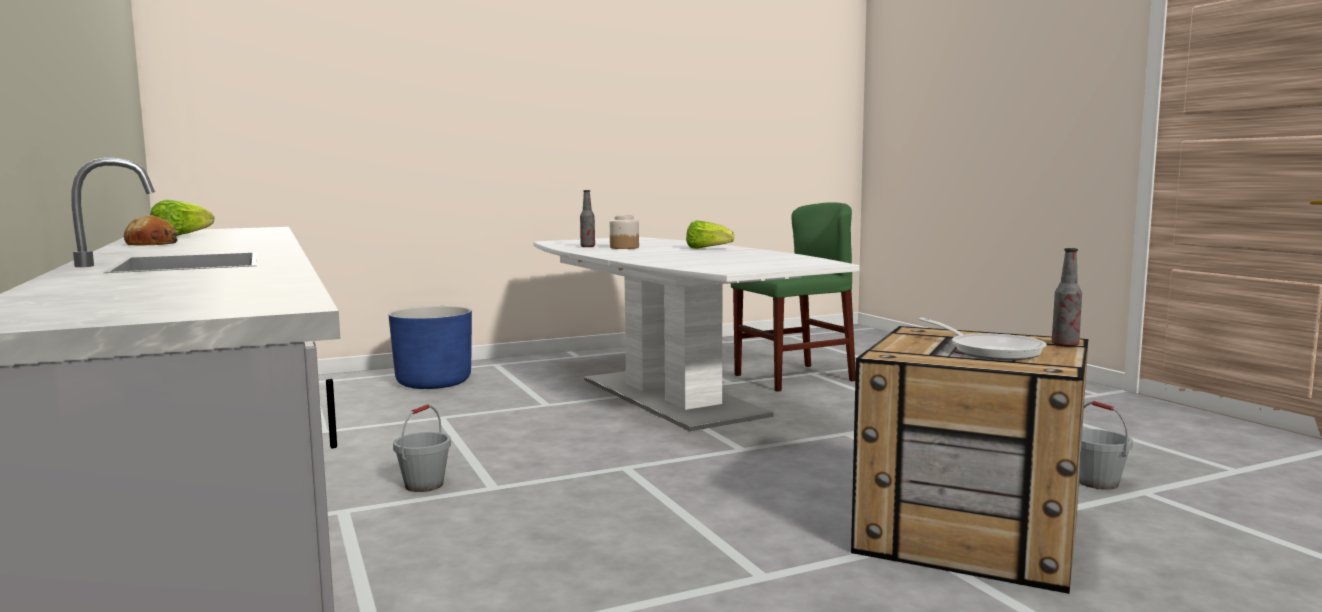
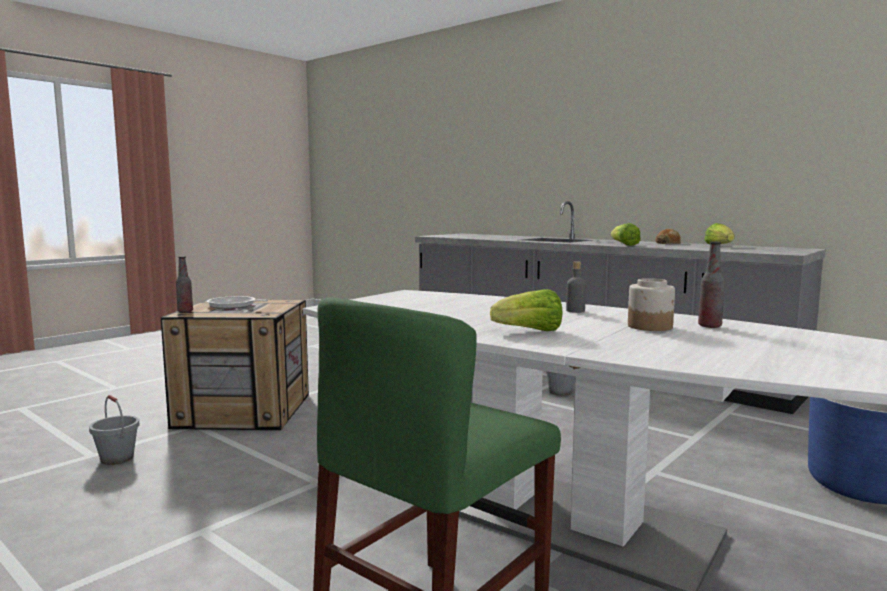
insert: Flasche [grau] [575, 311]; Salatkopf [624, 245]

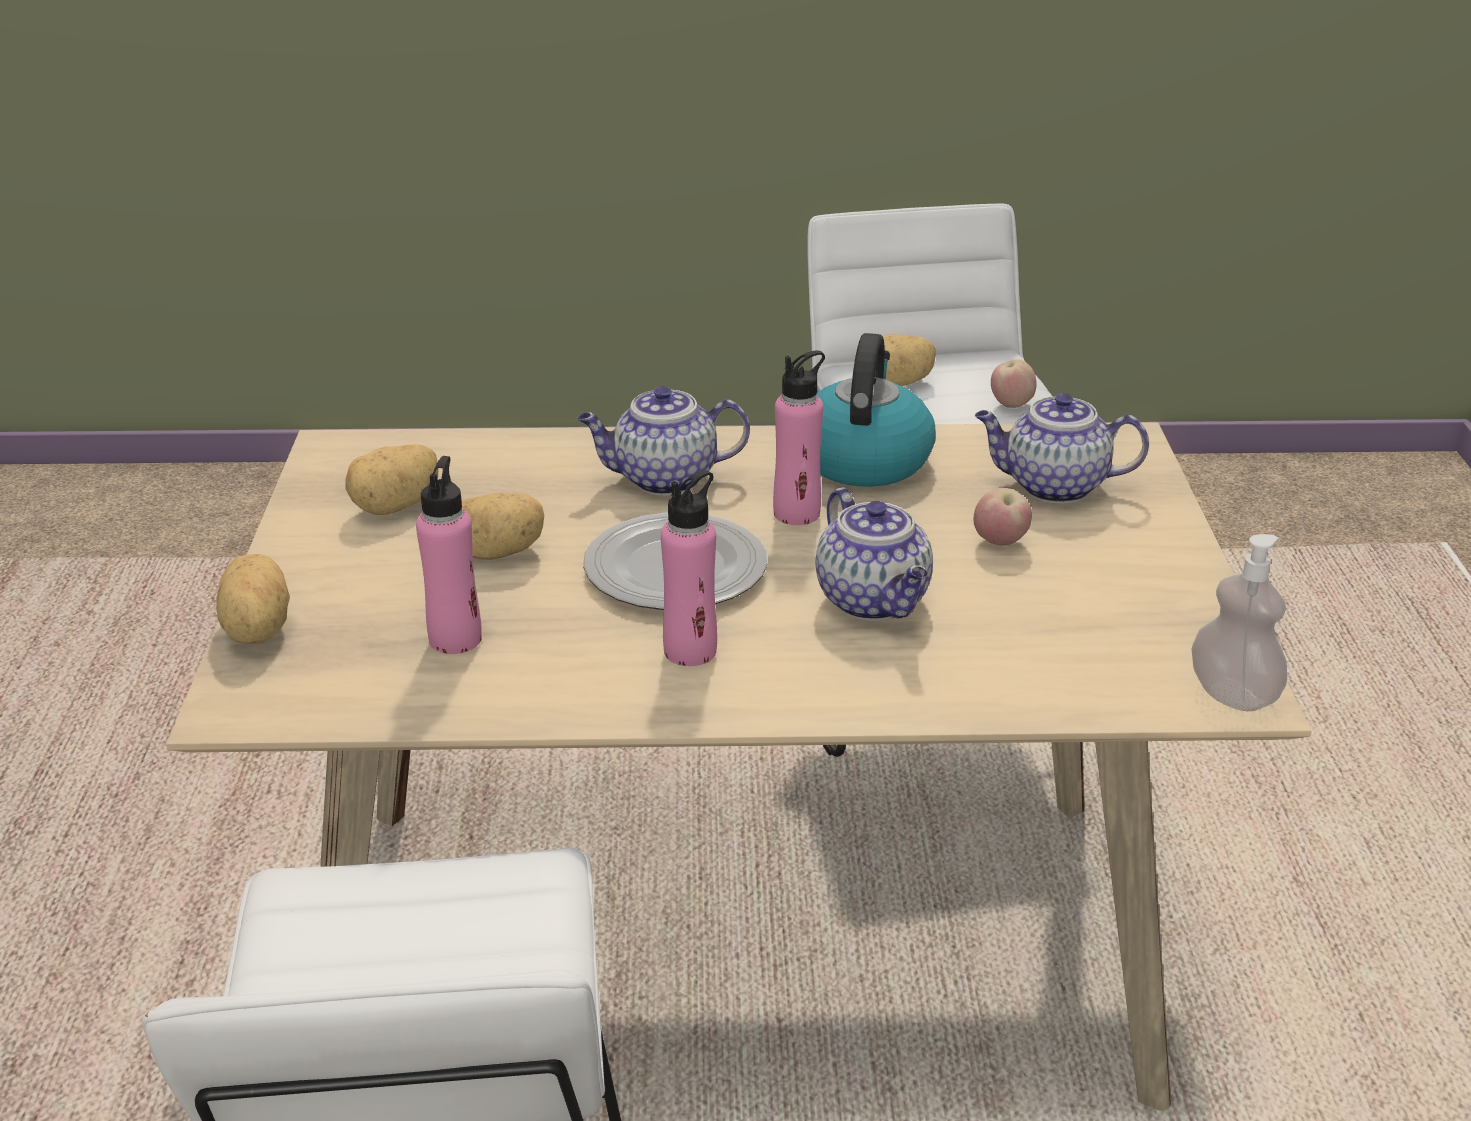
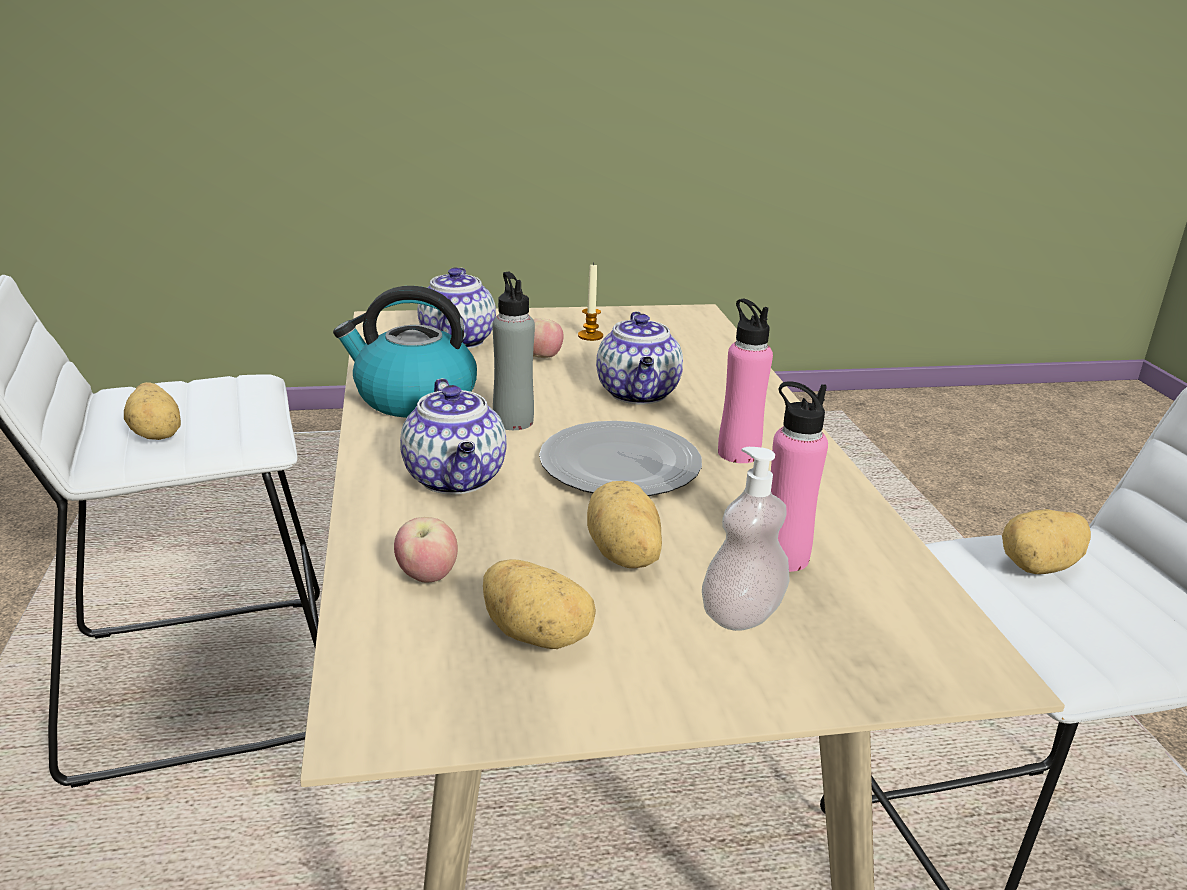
insert: Kerze [590, 336]
move: Apfel [1011, 404] to [427, 577]; Seifenspender [1233, 695] to [742, 614]; Kartoffel [254, 630] to [1040, 567]
recolor: Flasche [rosa] [797, 513] to Flasche [grau] [513, 421]
rotate: Teekanne [875, 602] = [639, 394] 120 degrees clockwise

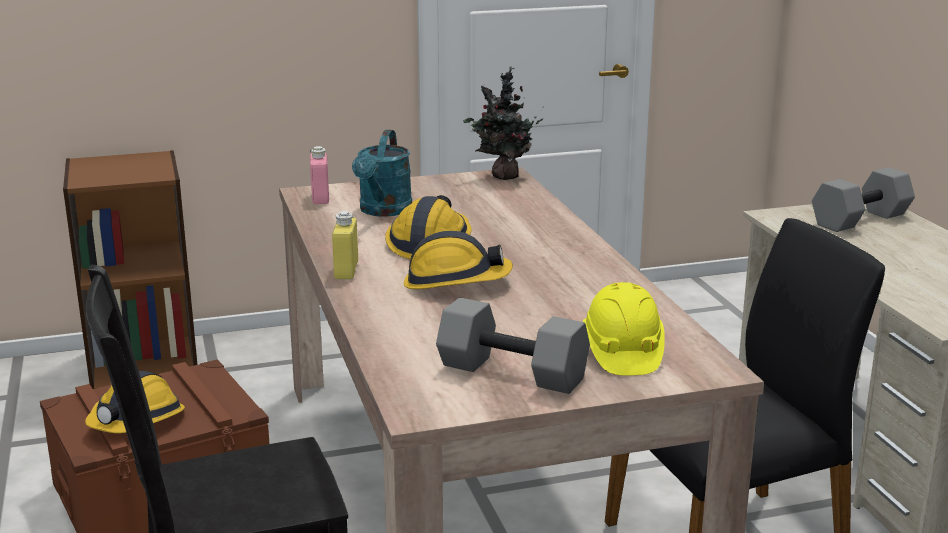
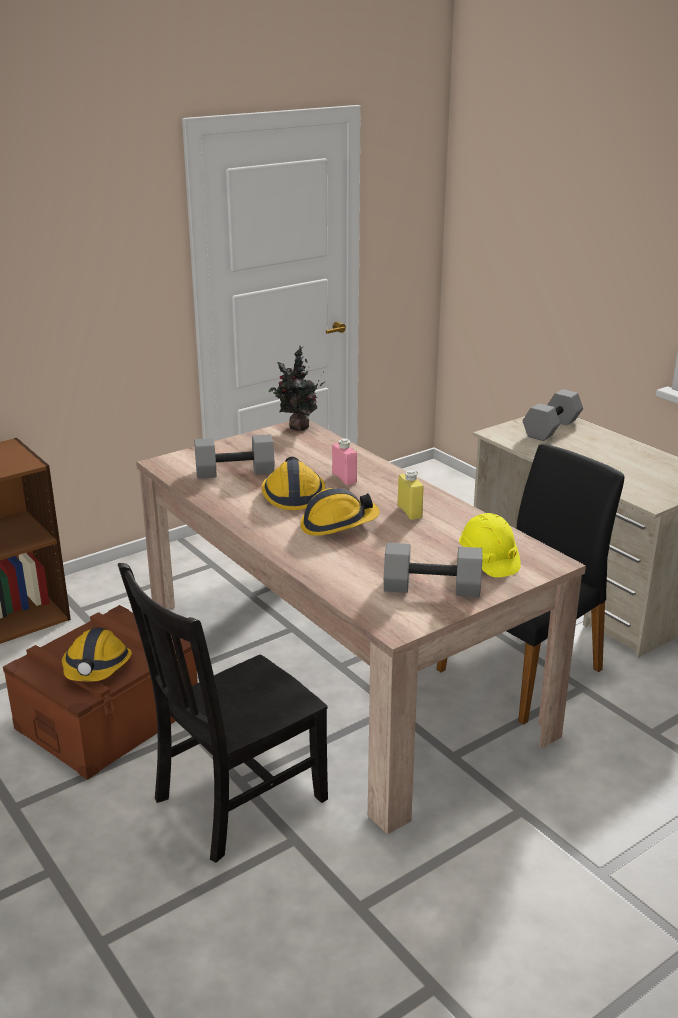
move: Flasche [rosa] [320, 198] to [344, 478]; Flasche [gelb] [346, 271] to [409, 512]
replace: Gießkanne [türkis] [383, 211] to Hantel [grau] [235, 471]

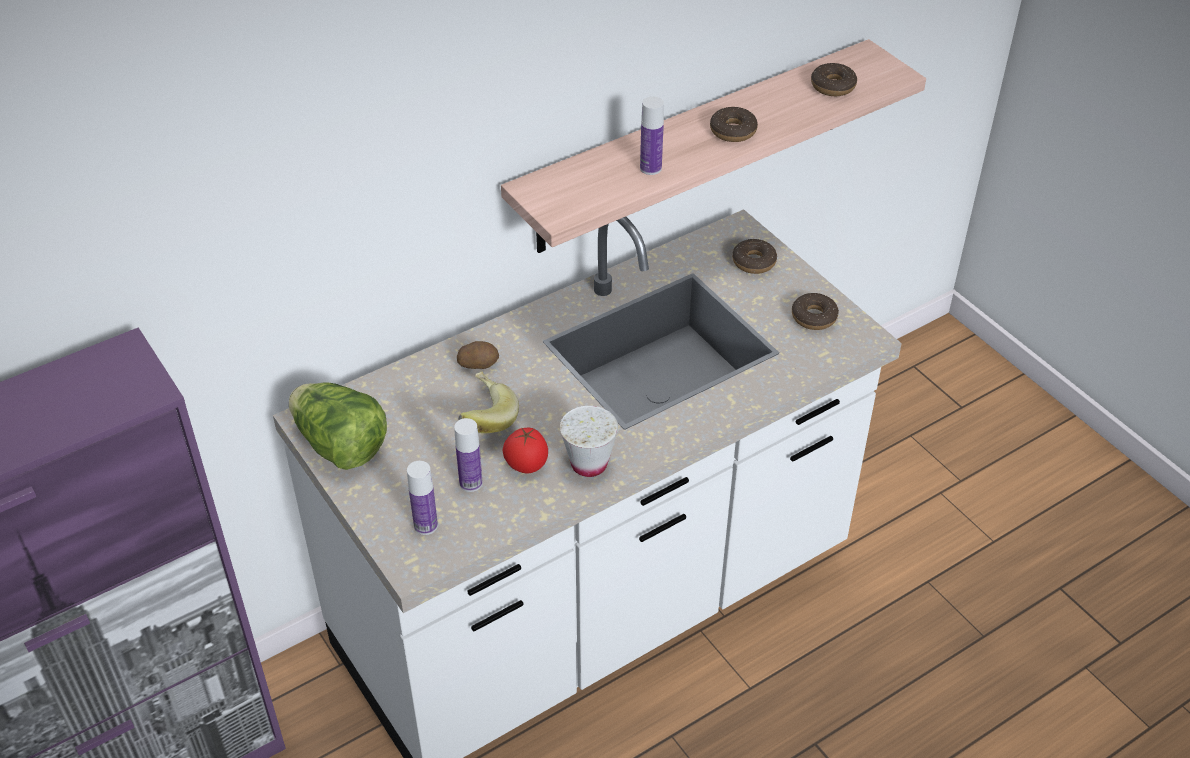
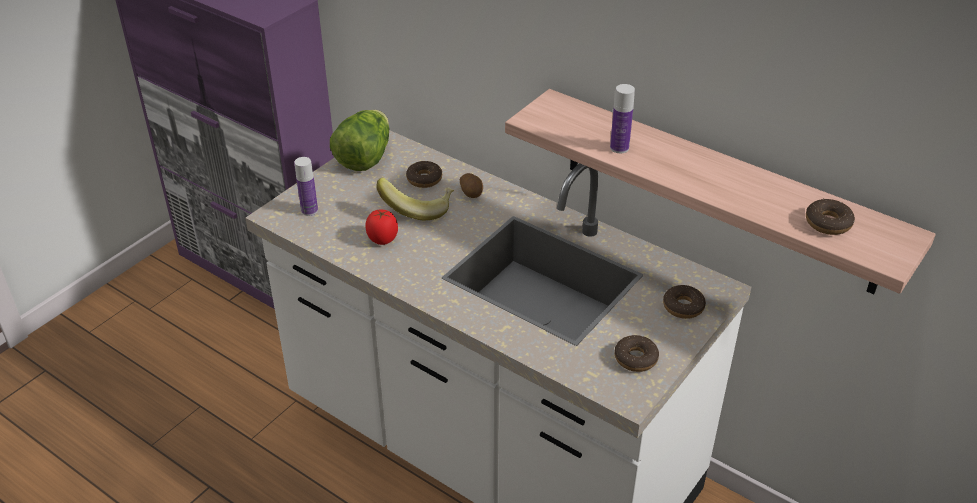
delete: Flasche [471, 483]; Tasse [weiß] [589, 464]
move: Donut [733, 131] to [424, 179]

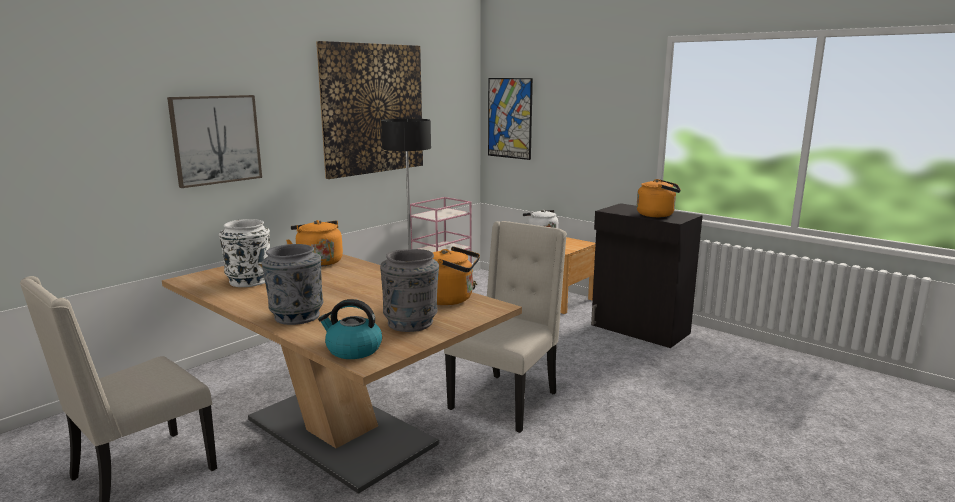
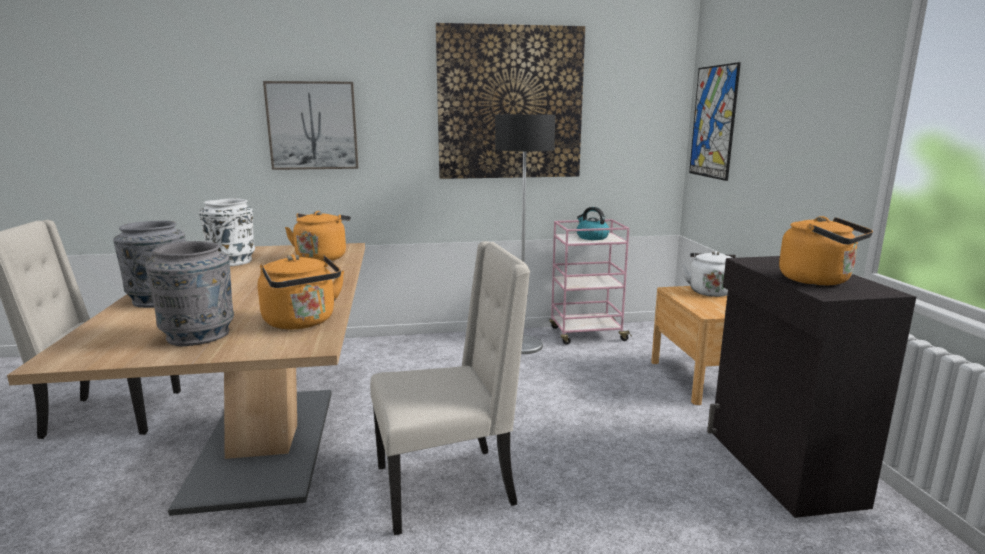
move: Wasserkessel [353, 350] to [591, 237]

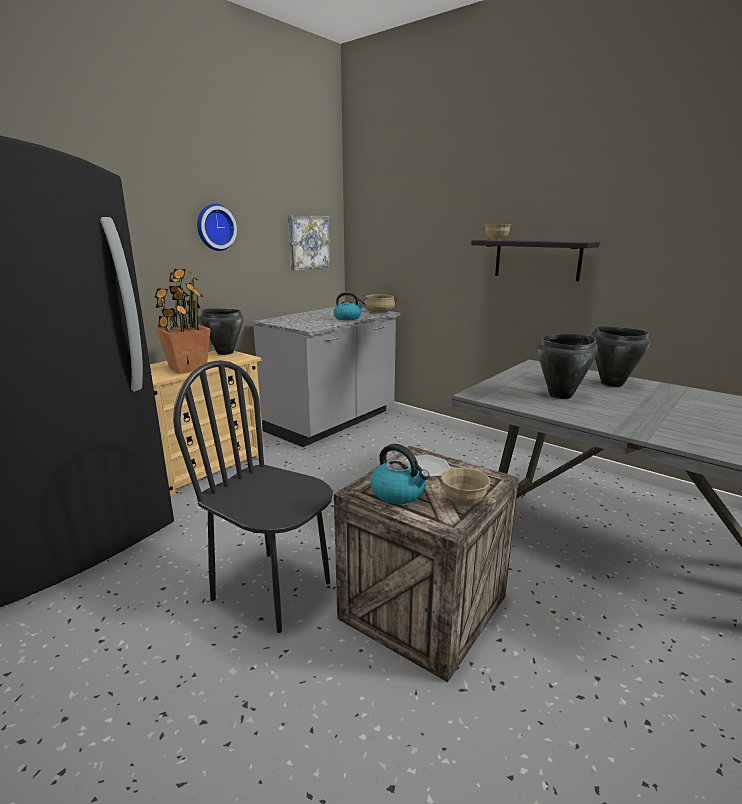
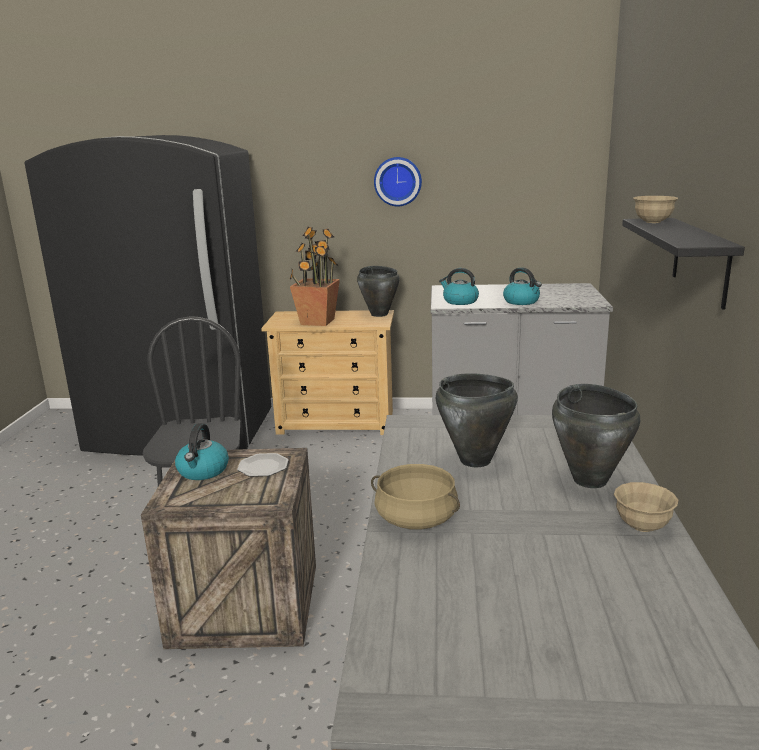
delete: Bild [308, 242]
insert: Wasserkessel [459, 301]
move: Kochtopf [beige] [379, 312] to [415, 519]; Schüssel [beige] [463, 502] to [642, 526]

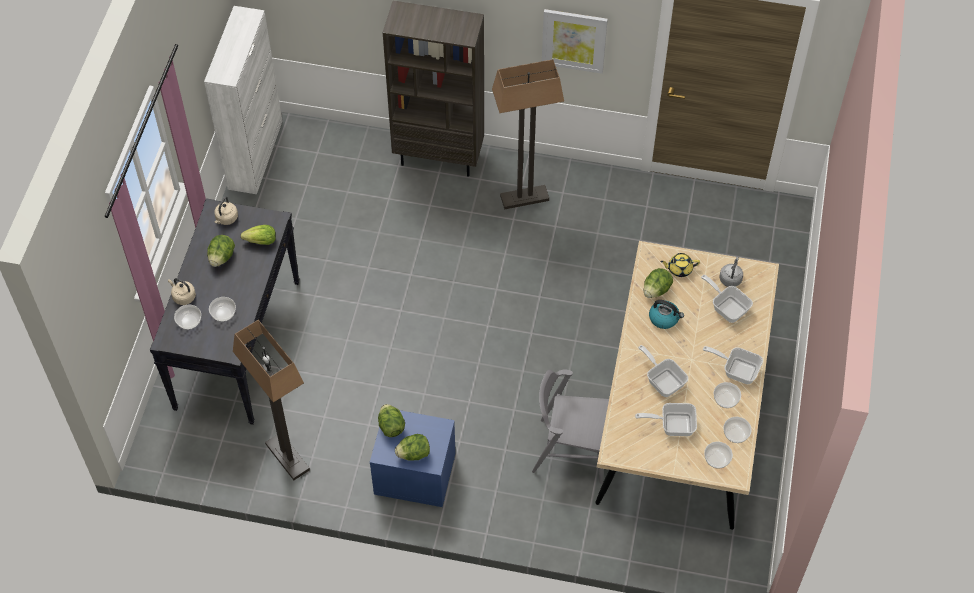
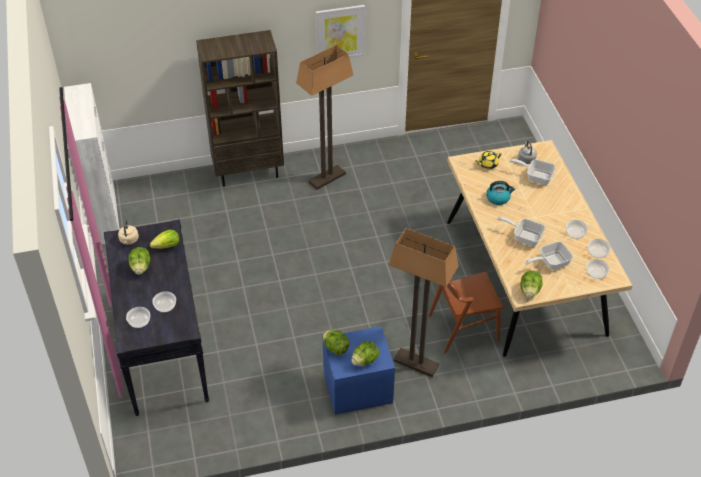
delete: Wasserkessel [beige] [183, 296]; Pfanne [736, 369]
move: Stehlampe [287, 457] to [415, 363]; Salatkopf [656, 290] to [530, 291]
recolor: Stuhl [grau] [571, 450] to Stuhl [braun] [463, 328]

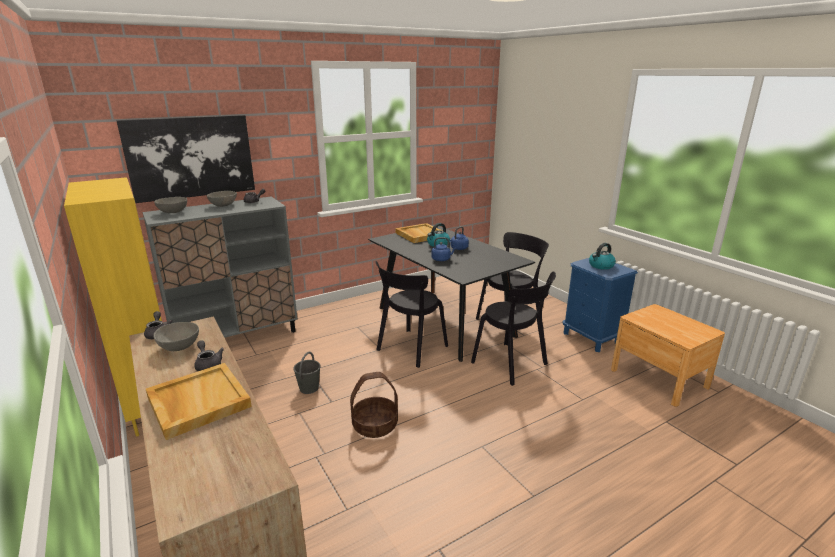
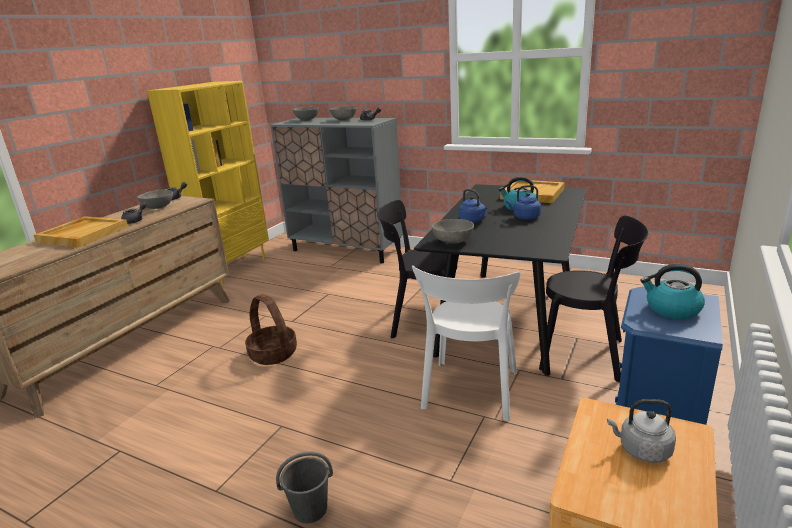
delete: Bild [191, 157]
insert: Schüssel [grau] [453, 241]; Wasserkessel [grau] [642, 450]
move: Eimer [grau] [309, 388] to [309, 509]
recolor: Stuhl [schwarz] [511, 365] to Stuhl [weiß] [469, 393]

